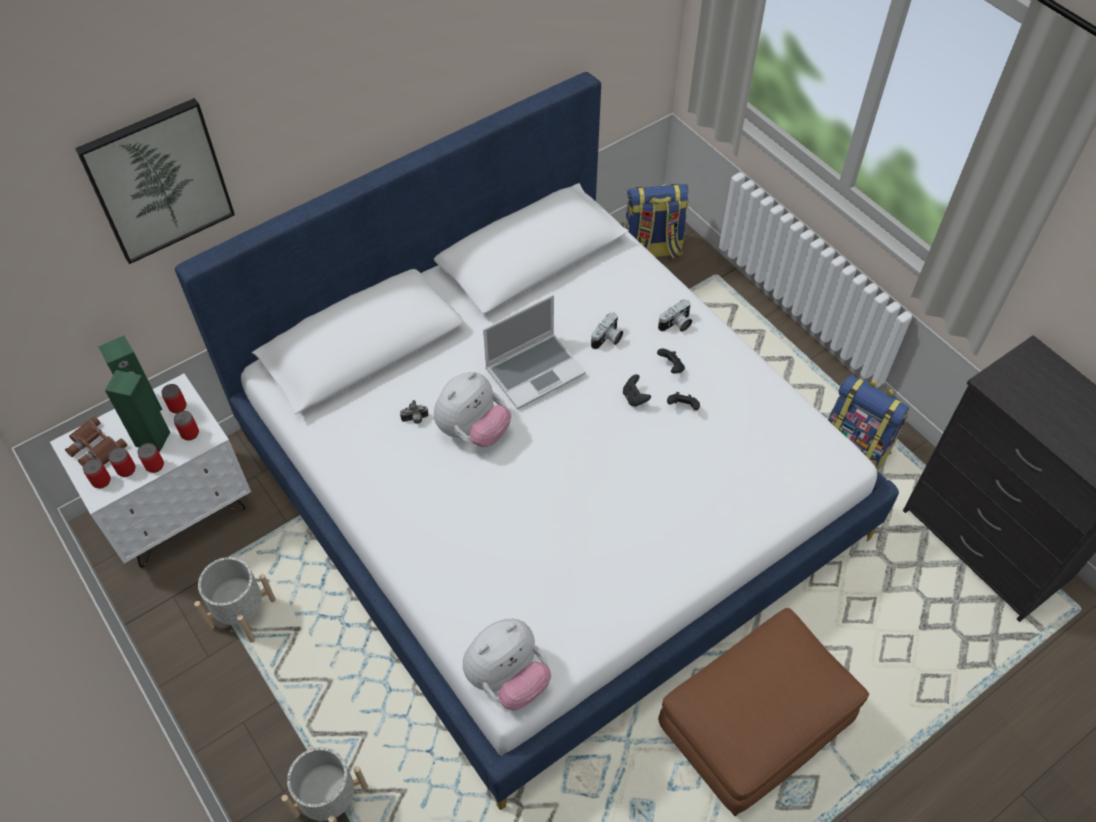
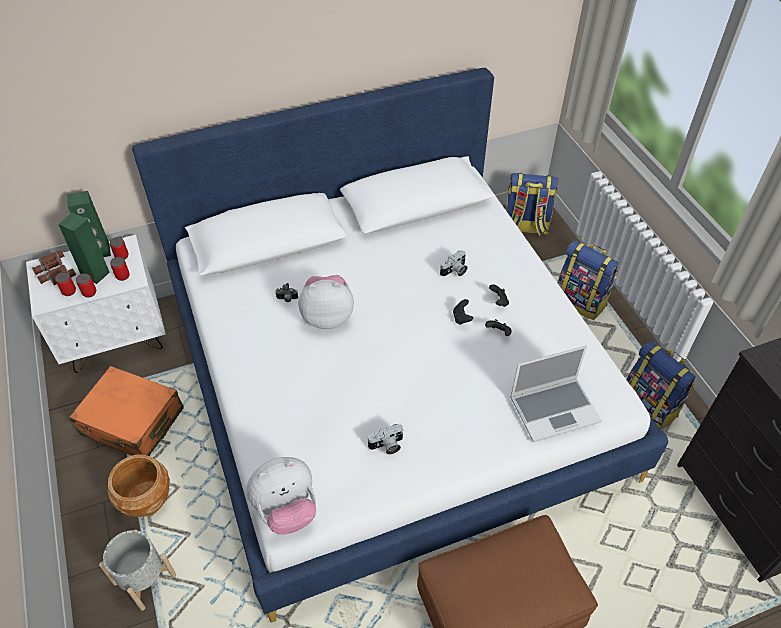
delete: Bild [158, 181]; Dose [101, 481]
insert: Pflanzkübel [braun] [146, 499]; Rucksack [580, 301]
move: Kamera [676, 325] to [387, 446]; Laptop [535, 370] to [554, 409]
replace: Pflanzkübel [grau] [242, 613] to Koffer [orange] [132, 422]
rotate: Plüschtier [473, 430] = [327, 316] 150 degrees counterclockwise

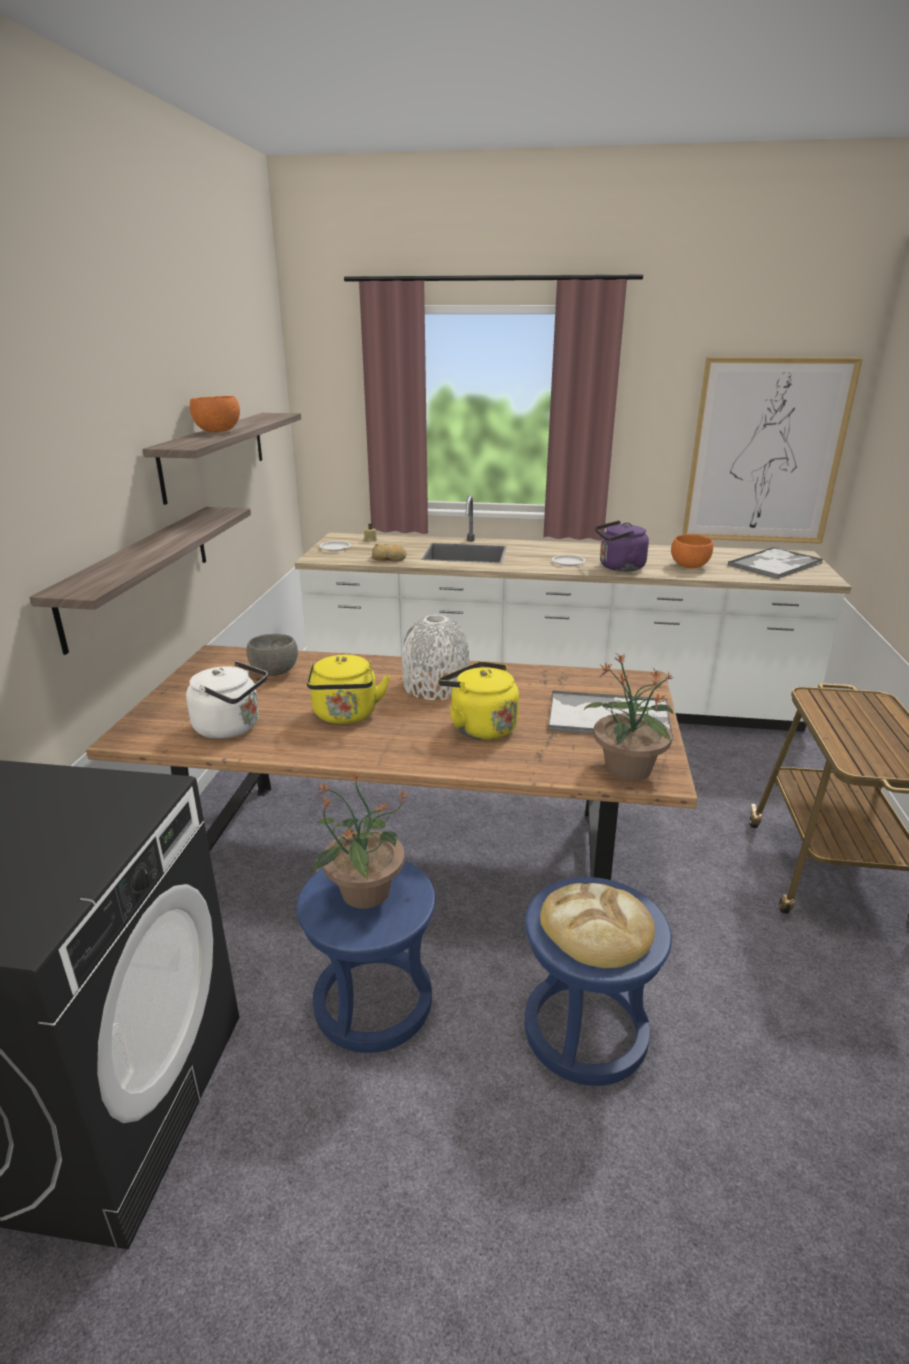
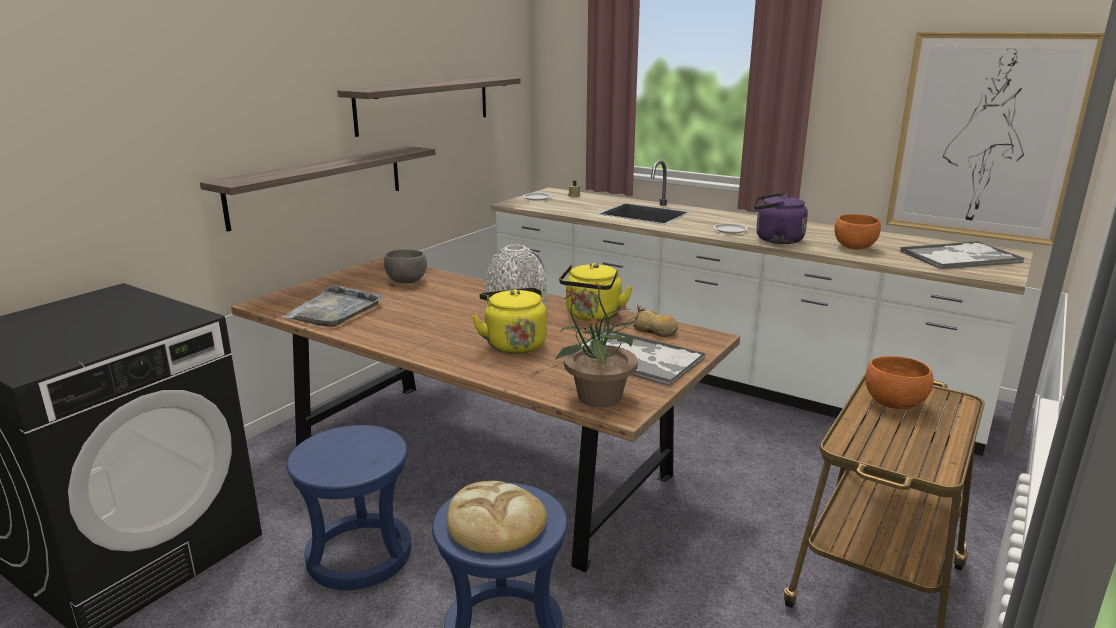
delete: Topfpflanze [364, 892]
move: Wasserkessel [gelb] [346, 716] to [592, 316]; Brot [389, 559] to [655, 331]; Schüssel [orange] [218, 432] to [894, 404]
replace: Wasserkessel [weiß] [232, 727] to Tablett [grau] [334, 310]

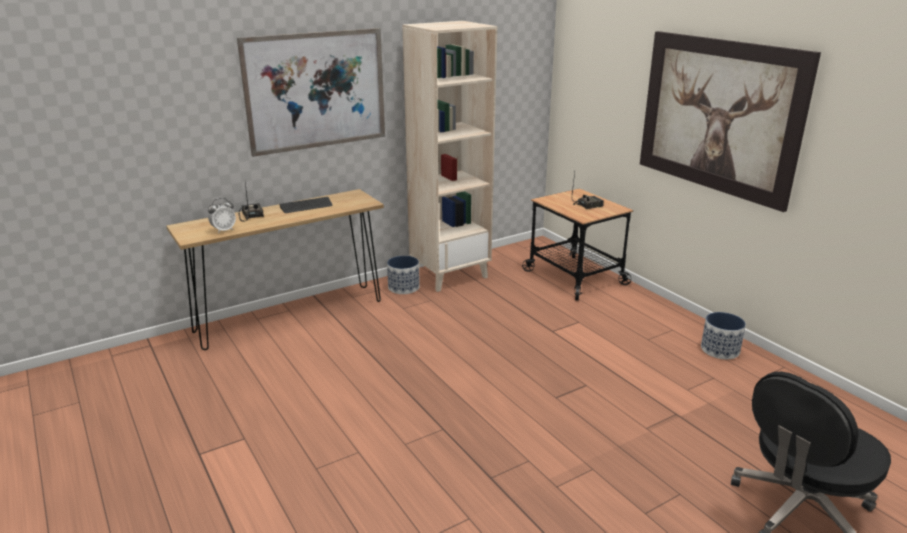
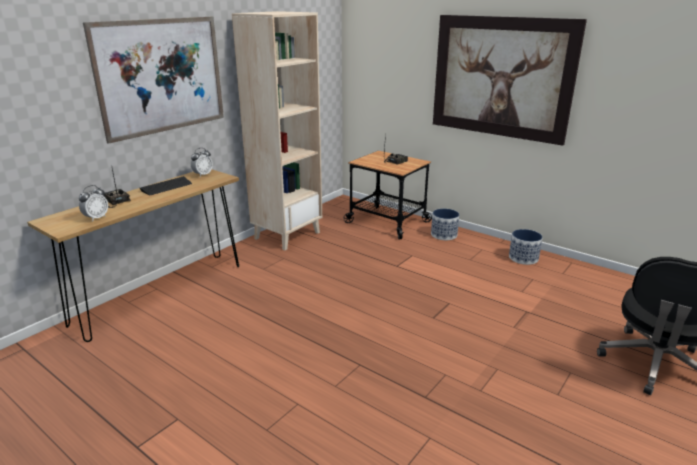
insert: Wecker [203, 175]
move: Pflanzkübel [404, 287] to [444, 235]

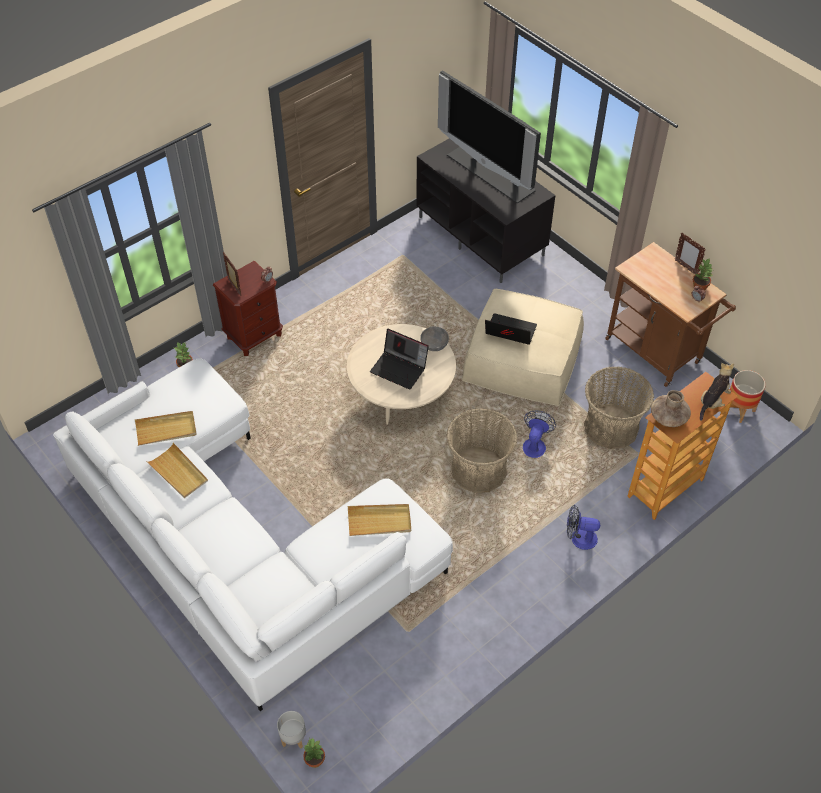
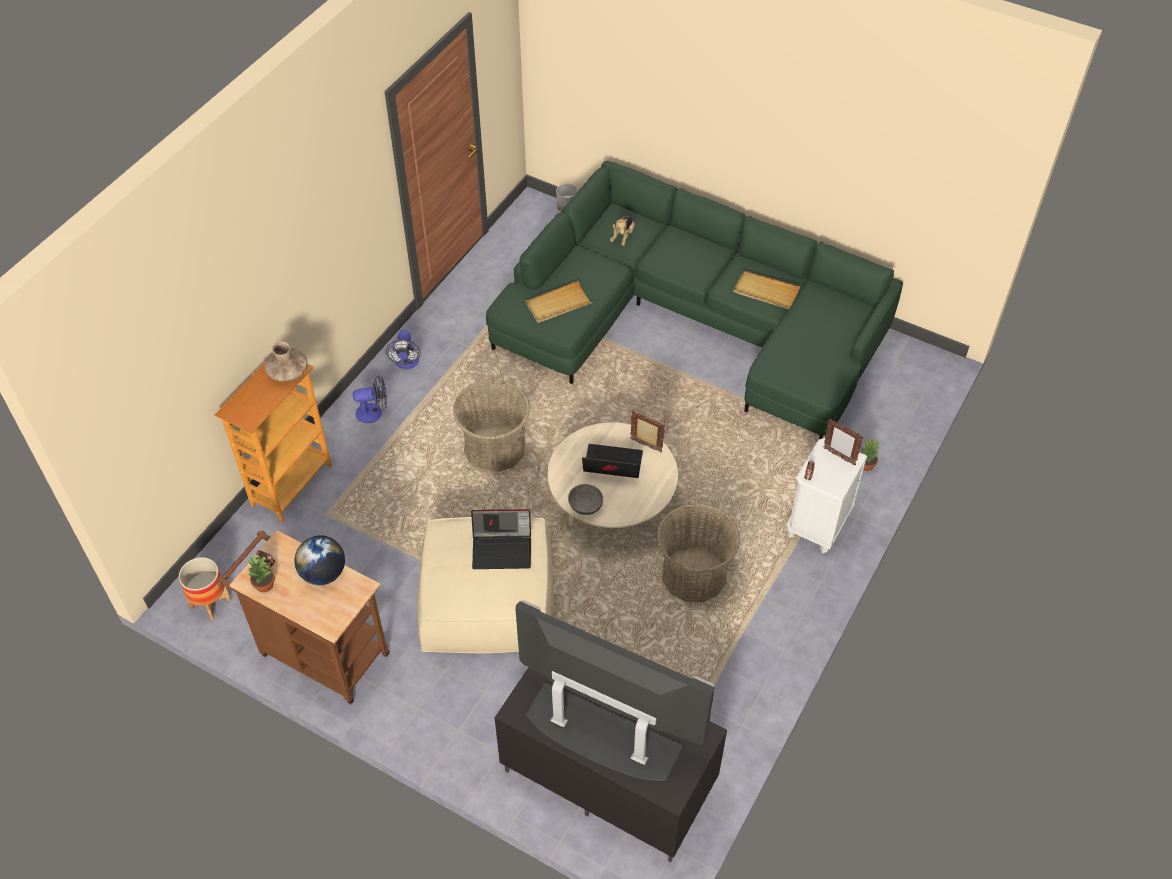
delete: Tablett [beige] [166, 430]; Topfpflanze [314, 760]
insert: Globus [323, 573]
move: Ventilator [535, 444] to [406, 363]; Plüschtier [712, 401] to [623, 236]; Bilderrahmen [686, 268] to [646, 446]; Korb [611, 427] to [694, 575]
recolor: Sofa [weiß] [240, 542] to Sofa [grün] [692, 322]; Nachttisch [braun] [254, 336] to Nachttisch [weiß] [817, 525]

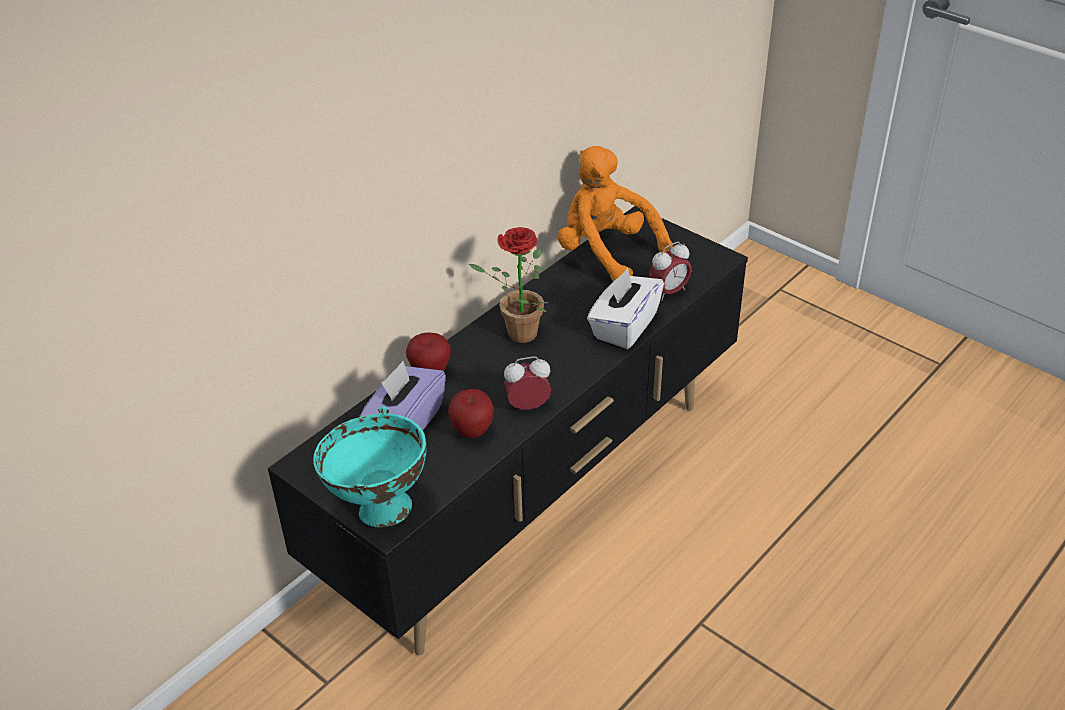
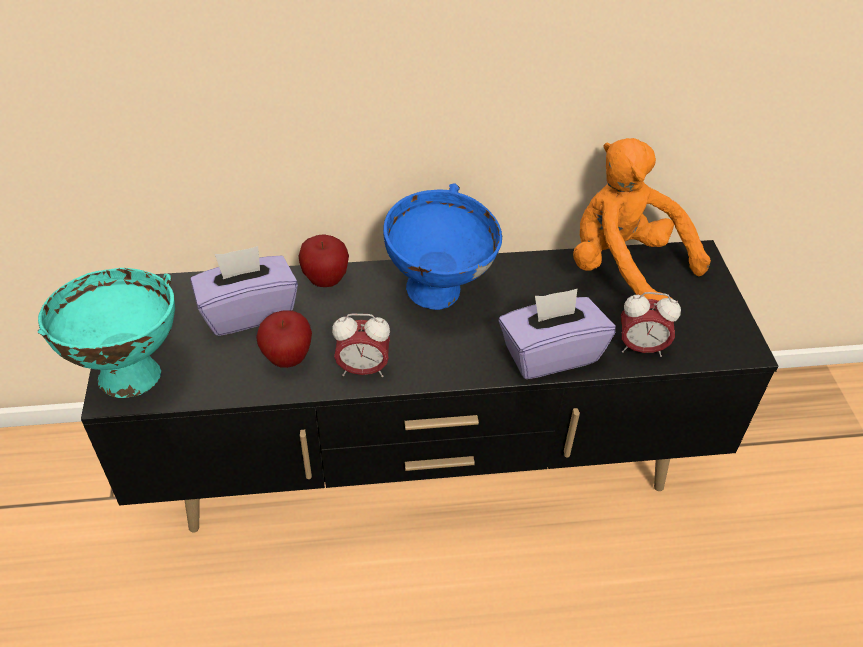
replace: Topfpflanze [515, 334] to Schüssel [blau] [440, 294]
recolor: Taschentuchbox [weiß] [624, 326] to Taschentuchbox [lila] [550, 354]
rotate: Wecker [528, 406] = [363, 369] 150 degrees clockwise; Plüschtier [orange] [606, 253] = [623, 269] 45 degrees counterclockwise

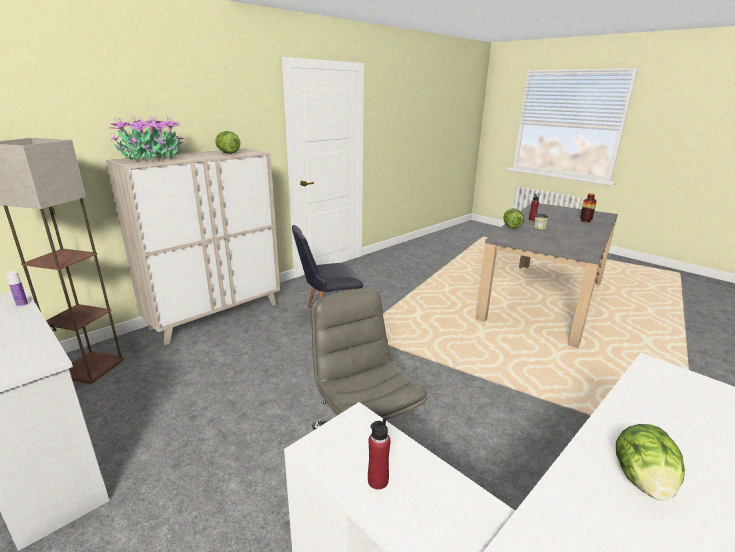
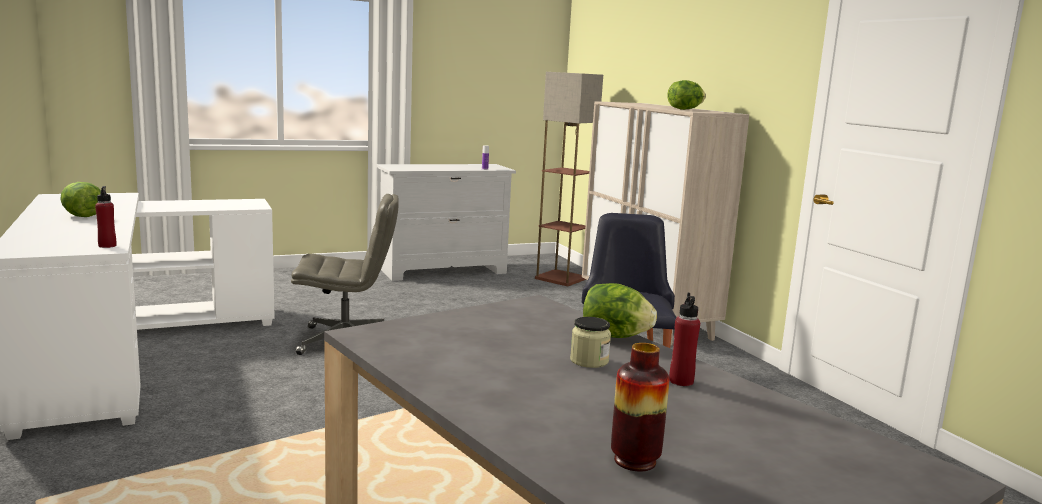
delete: Topfpflanze [153, 159]
move: Flasche [rot] [377, 480] to [107, 246]

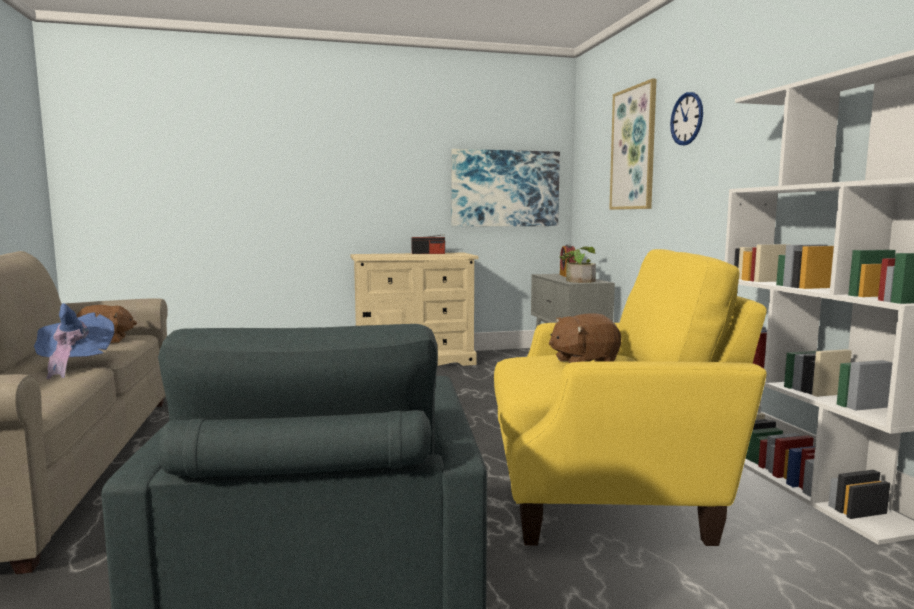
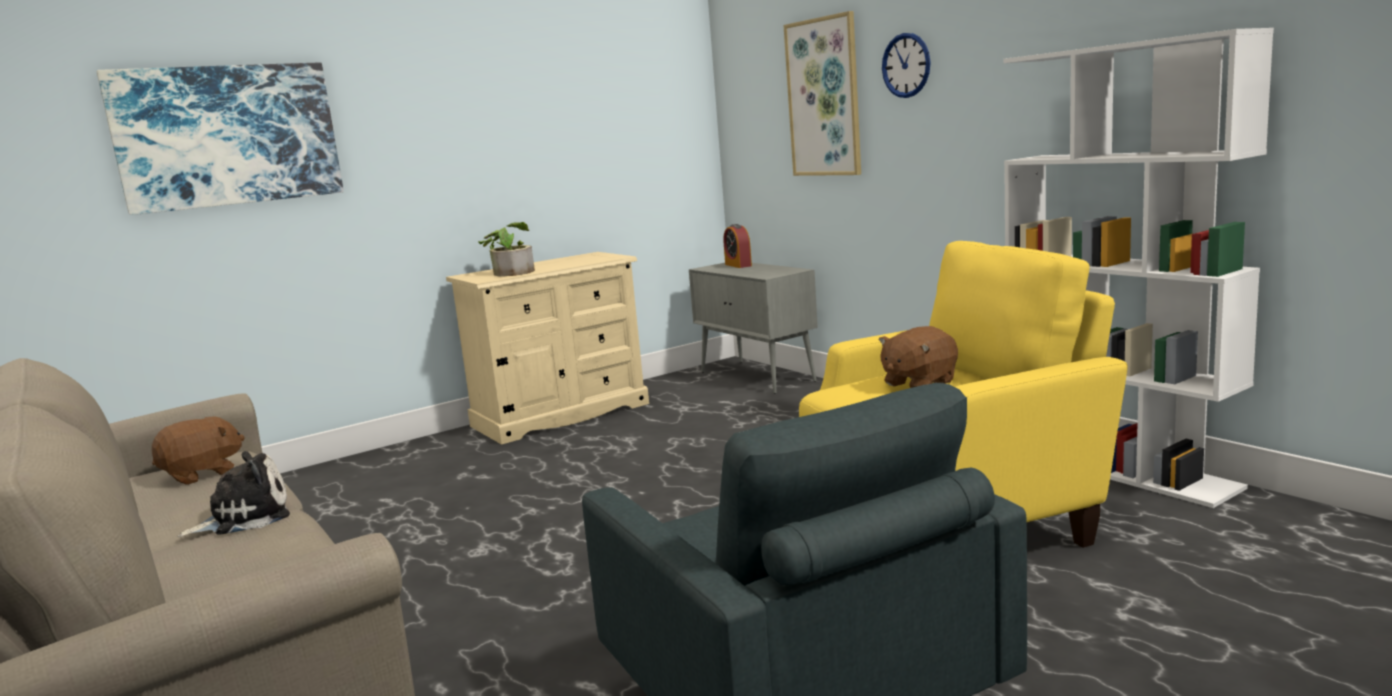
delete: Radio [428, 253]
move: Bild [505, 188] to [228, 136]; Topfpflanze [578, 280] to [511, 272]
replace: Hut [blau] [74, 366] to Plüschtier [245, 517]

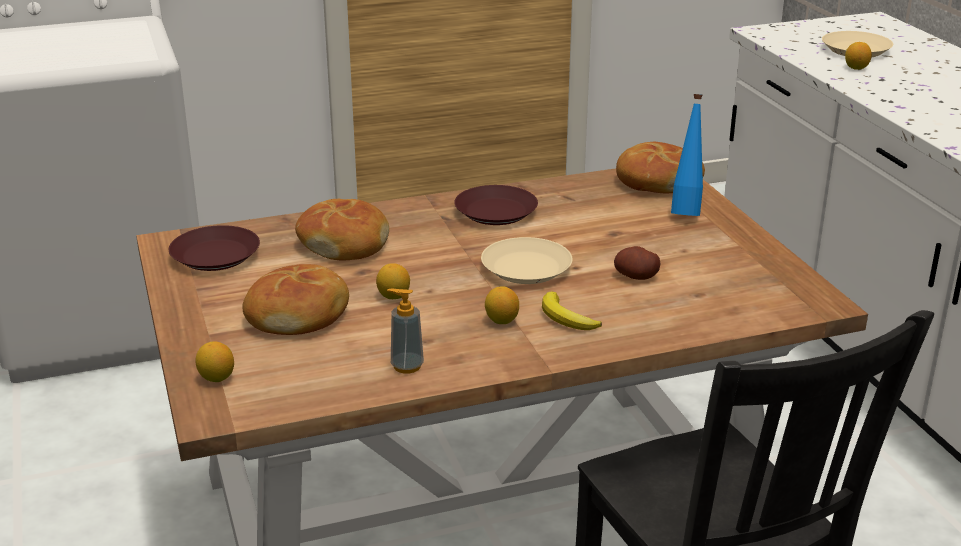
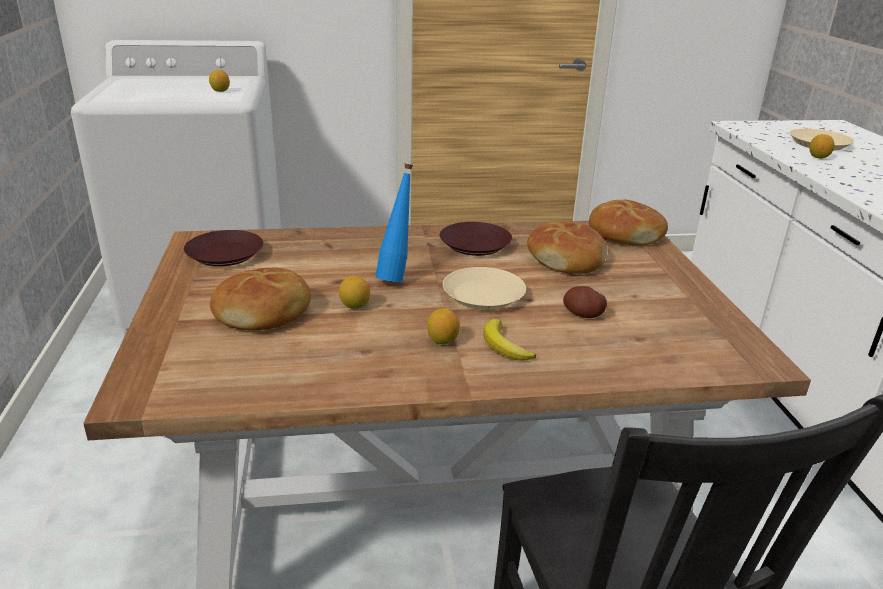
delete: Seifenspender [407, 366]
move: Zitrone [217, 378] to [220, 91]; Flasche [blau] [686, 211] to [396, 277]; Brot [344, 243] to [566, 259]

